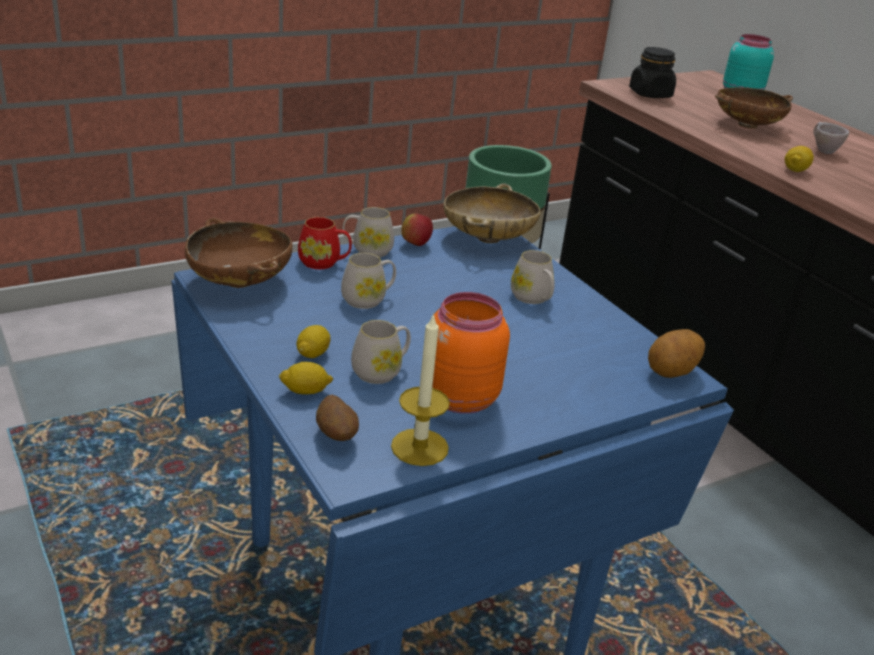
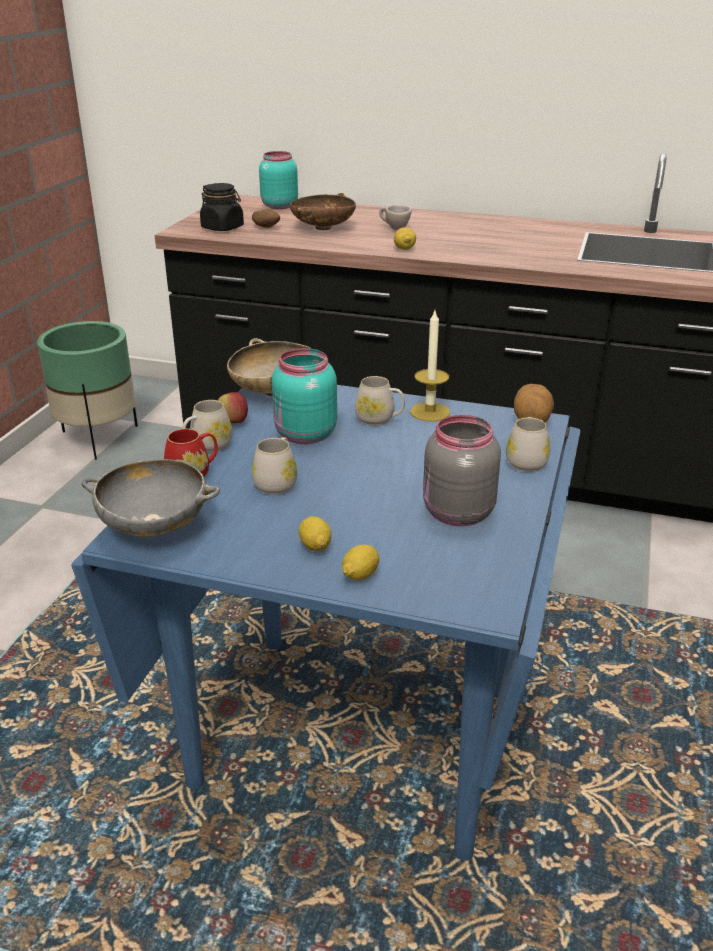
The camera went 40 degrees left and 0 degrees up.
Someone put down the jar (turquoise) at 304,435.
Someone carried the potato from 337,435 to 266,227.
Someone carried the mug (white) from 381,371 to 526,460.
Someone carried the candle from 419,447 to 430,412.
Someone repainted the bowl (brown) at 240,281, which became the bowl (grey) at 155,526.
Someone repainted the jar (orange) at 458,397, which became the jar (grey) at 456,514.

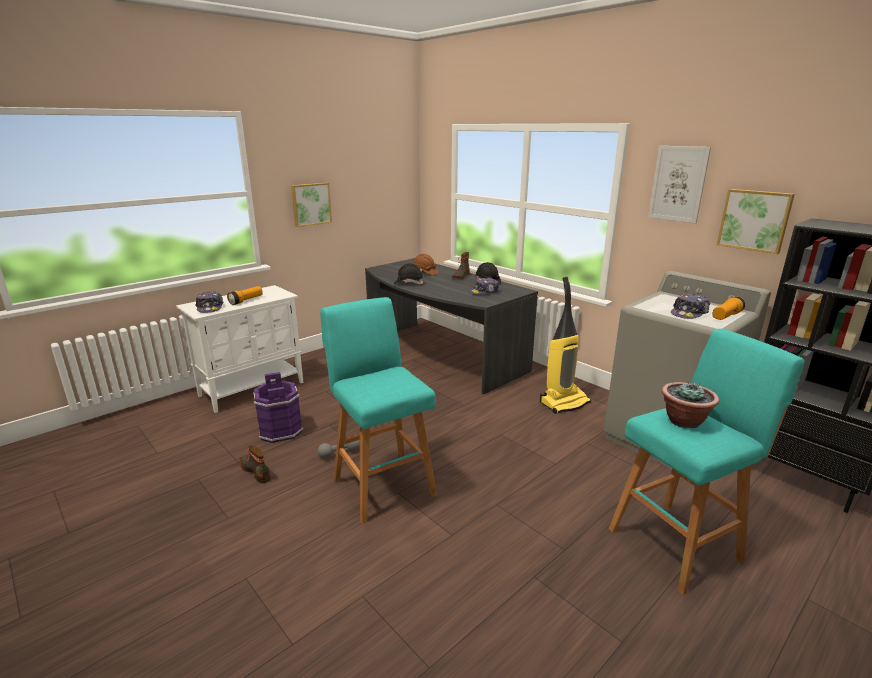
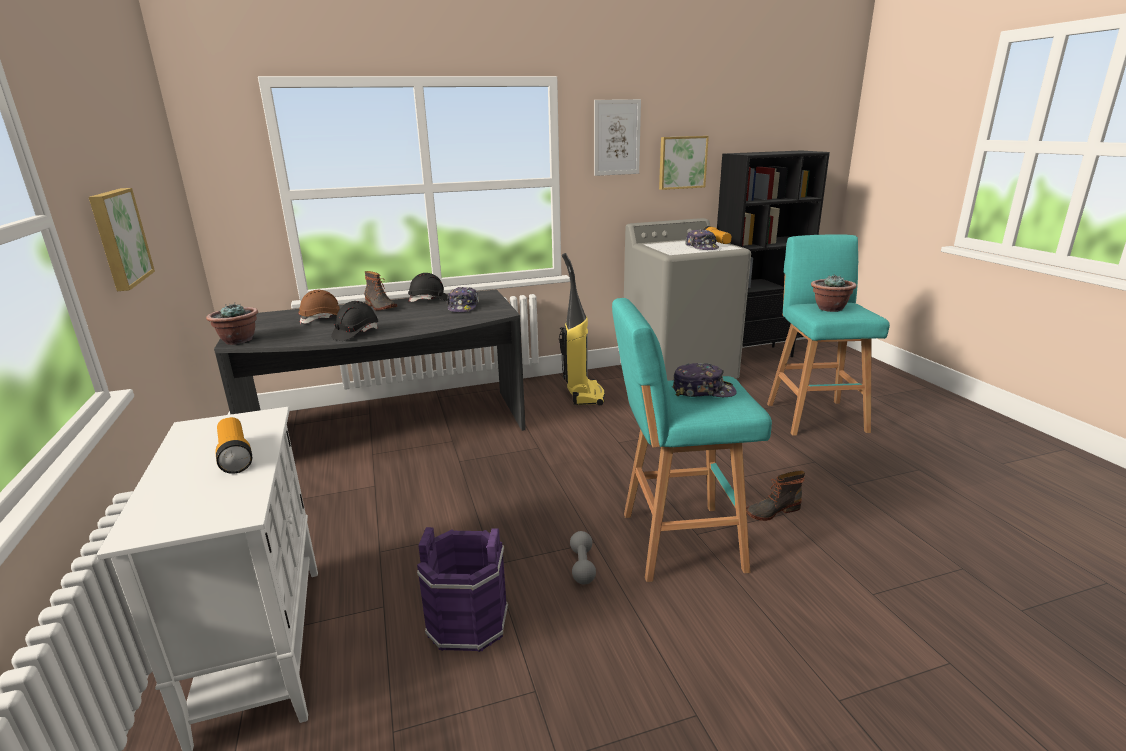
The camera went 65 degrees left and 0 degrees up.
Someone put down the potted plant at 238,340.
Someone carried the cap from 210,307 to 703,391.
Someone carried the boot from 256,470 to 772,511.

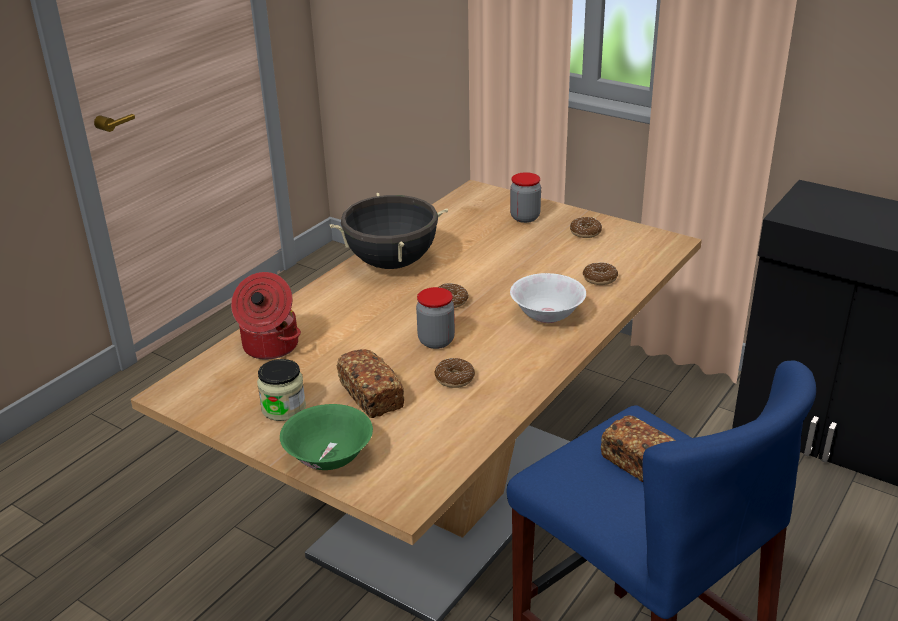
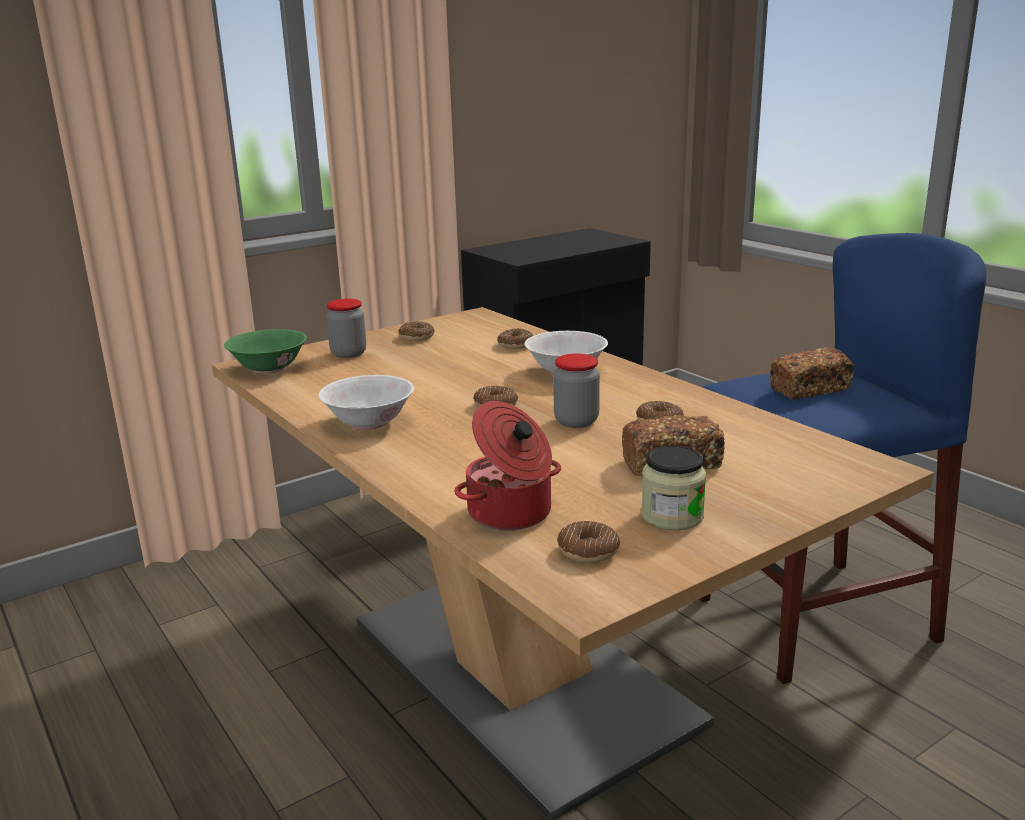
The camera went 70 degrees left and 10 degrees down.
Someone put down the donut at 588,551.
Someone carried the bowl (green) from 329,458 to 269,368.
Someone swapped the cooking pot (black) at 392,263 for the bowl (white) at 369,422.

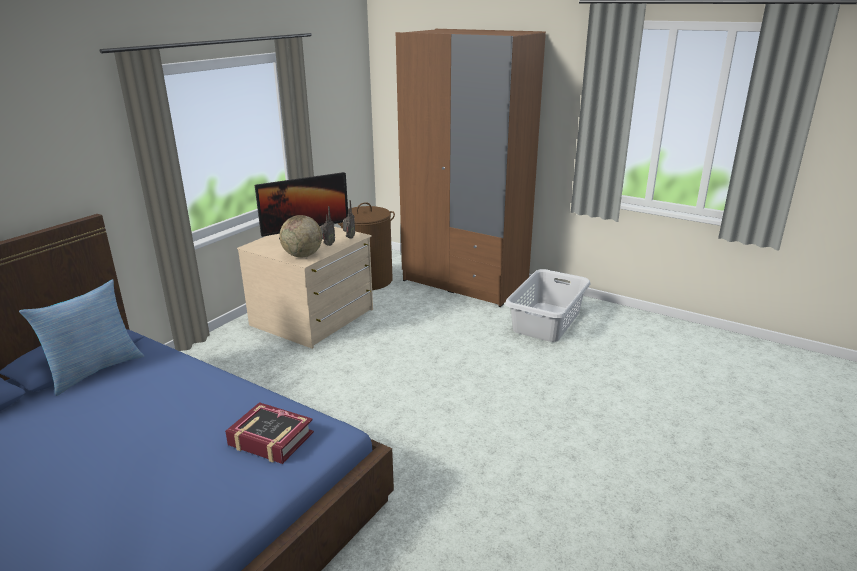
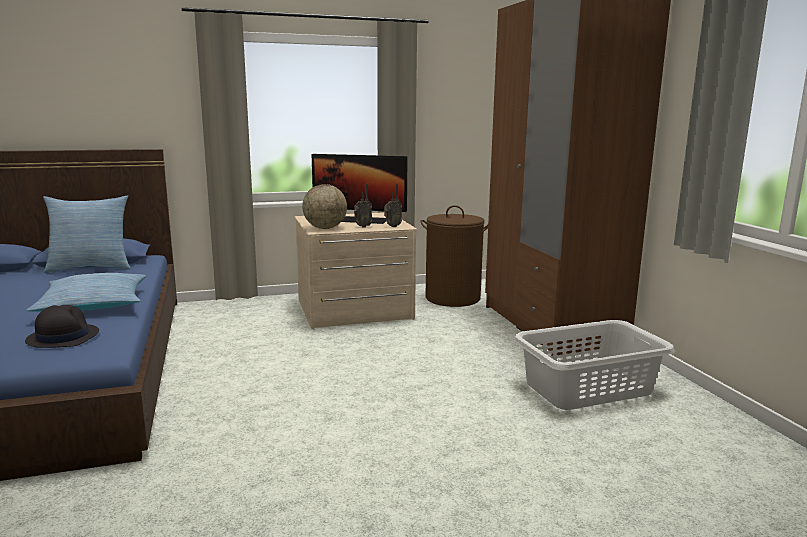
The camera went 40 degrees right and 10 degrees down.
Someone put down the pillow at 93,305.
Someone swapped the book at 270,439 for the hat (black) at 62,337.

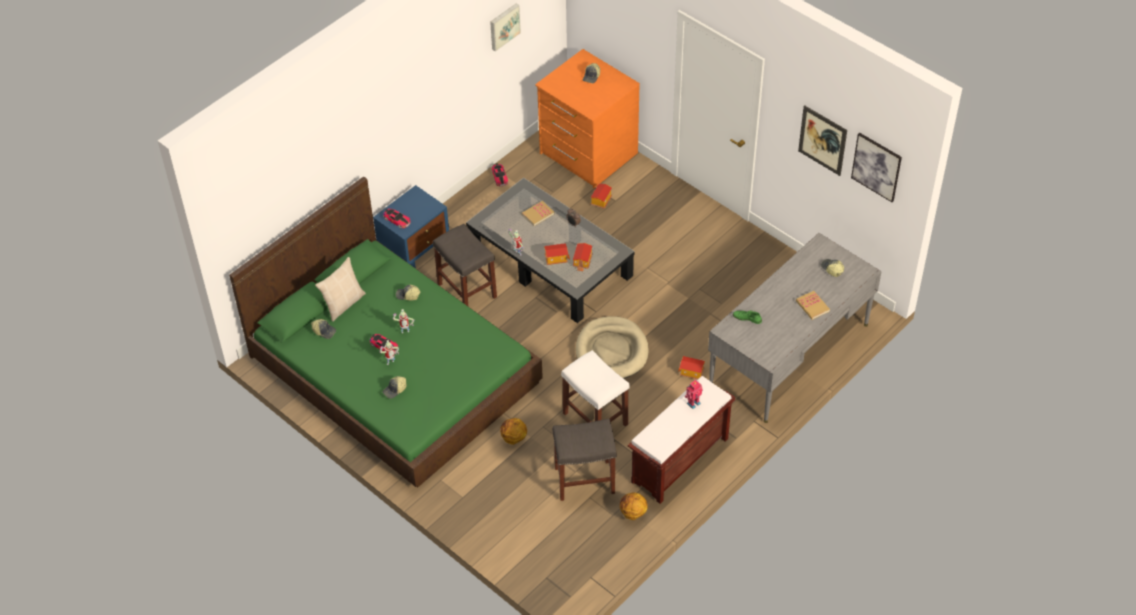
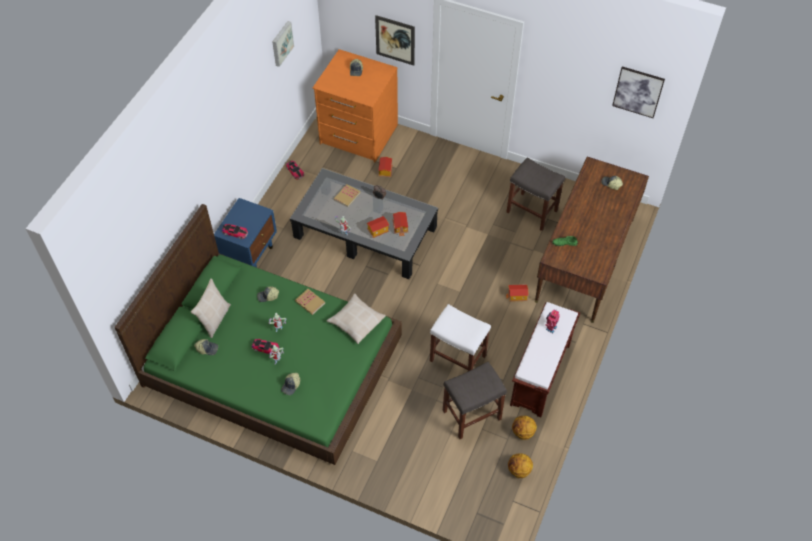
The camera went 20 degrees left and 5 degrees up.
Someone took away the dog bed (beige) at 612,351.
Someone put down the pillow (beige) at 356,321.
Someone carried the stool (grey) from 466,290 to 531,211.
Someone carried the basketball from 513,438 to 519,470.
Someone carried the book from 812,306 to 310,302.
Someone carried the picture from 822,140 to 395,40.
Someone repainted the desk (grey) at 789,354, which became the desk (brown) at 585,259.

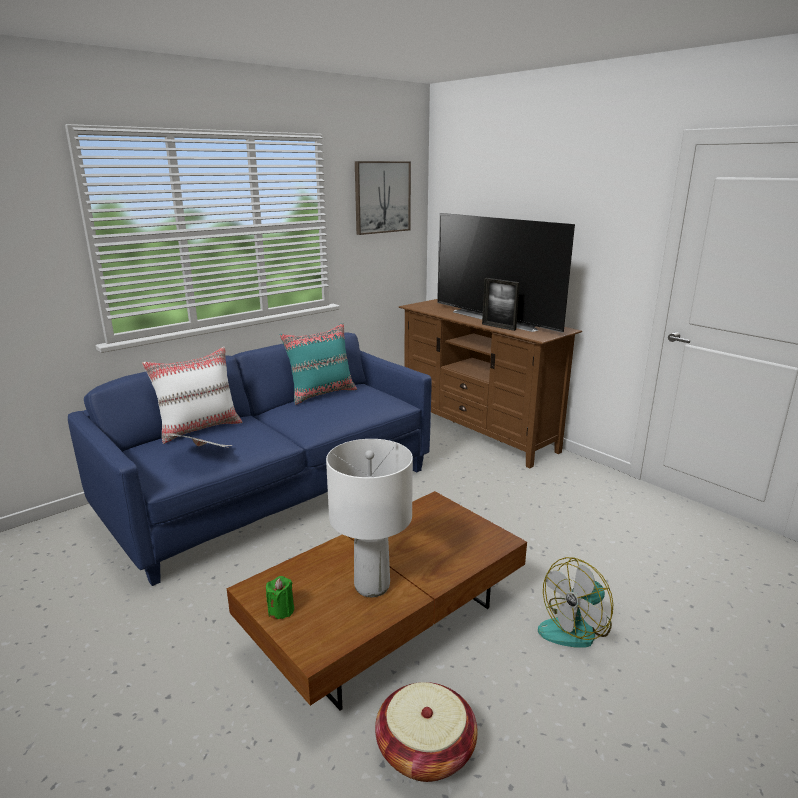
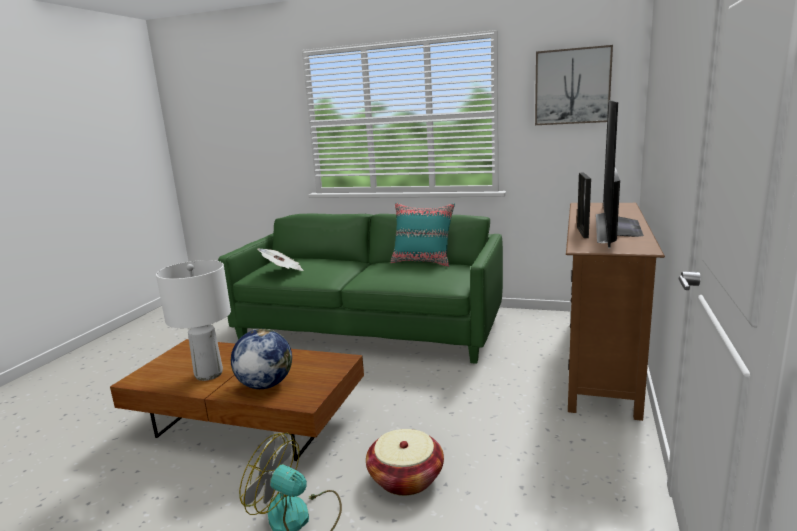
The camera went 60 degrees right and 5 degrees down.
Someone took away the pillow (white) at 199,428.
Someone took away the candle (green) at 281,610.
Someone put down the globe at 265,385.
Someone carried the basket from 425,750 to 406,478.
Someone repainted the sofa (blue) at 274,492, which became the sofa (green) at 370,329.

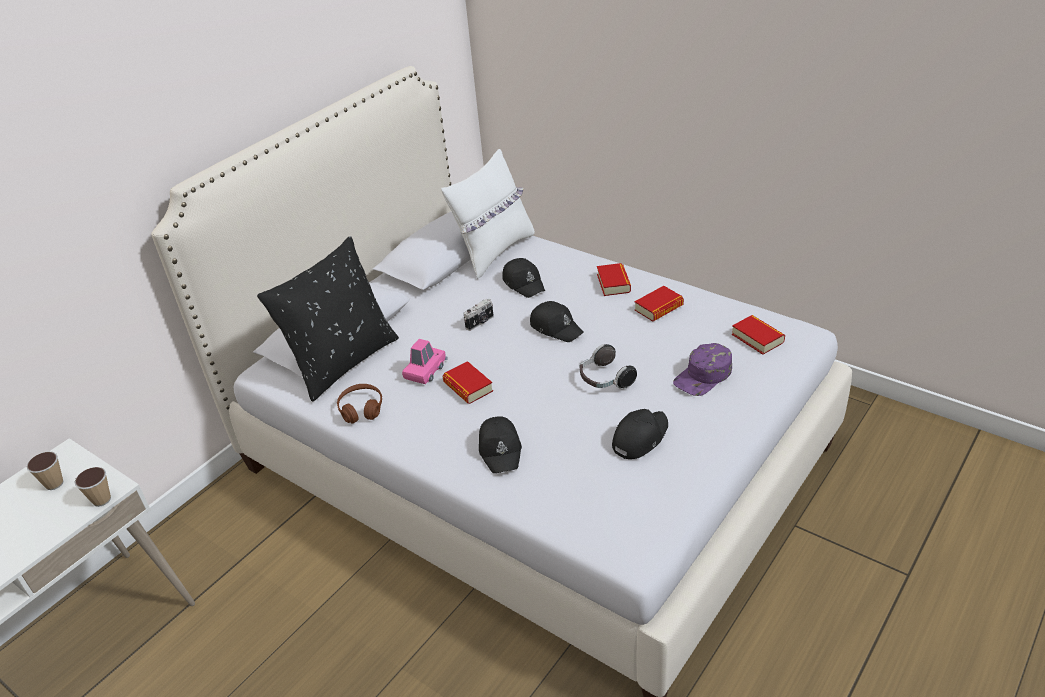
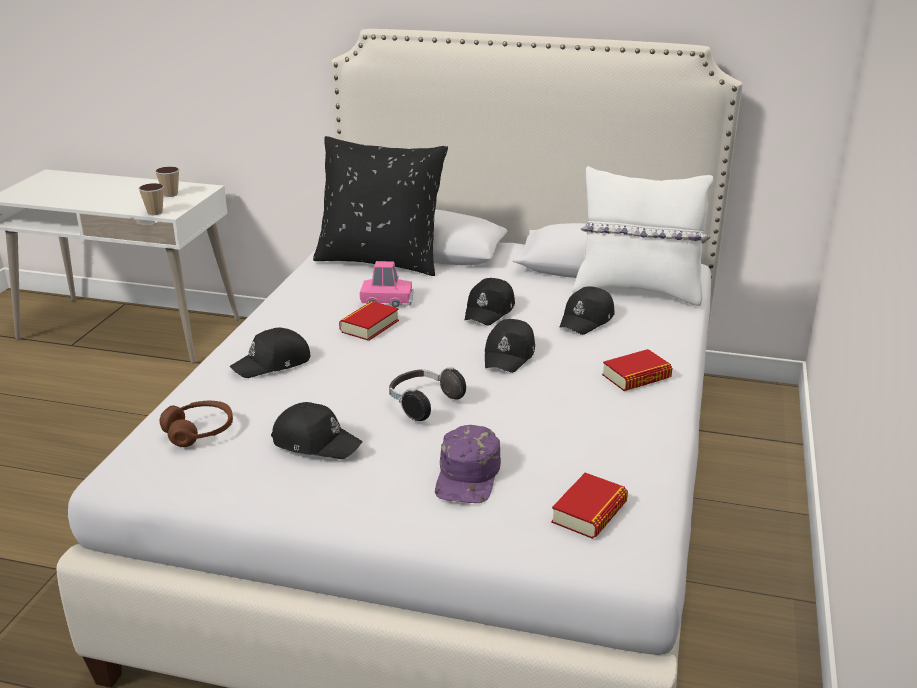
The camera went 65 degrees right and 10 degrees down.
Someone took away the book at 659,308.
Someone carried the headphones (brown) from 361,409 to 199,432.
Someone swapped the photo camera at 480,322 for the cap (black) at 490,311.
Someone rotated the cap (purple) at 703,376 by 105 degrees counterclockwise.

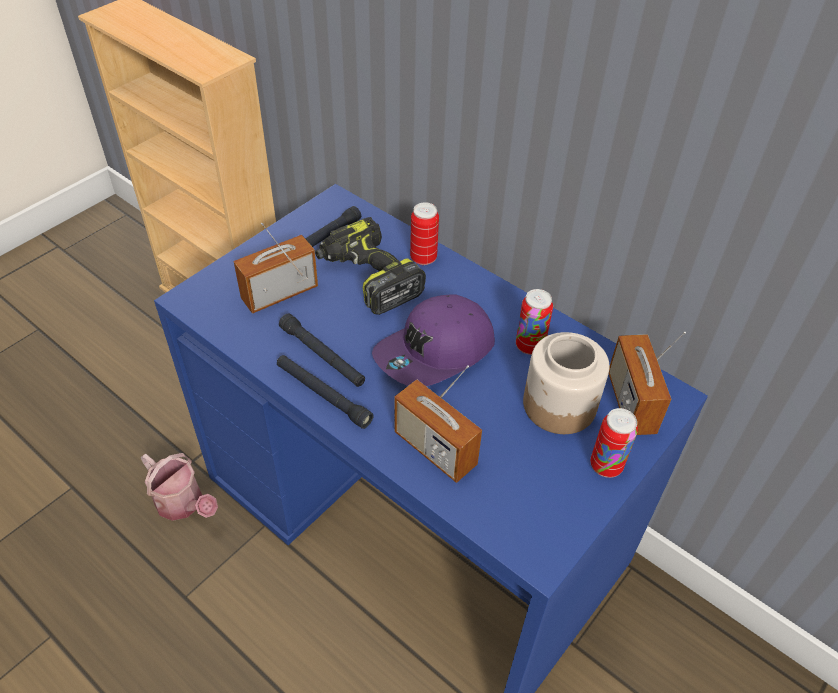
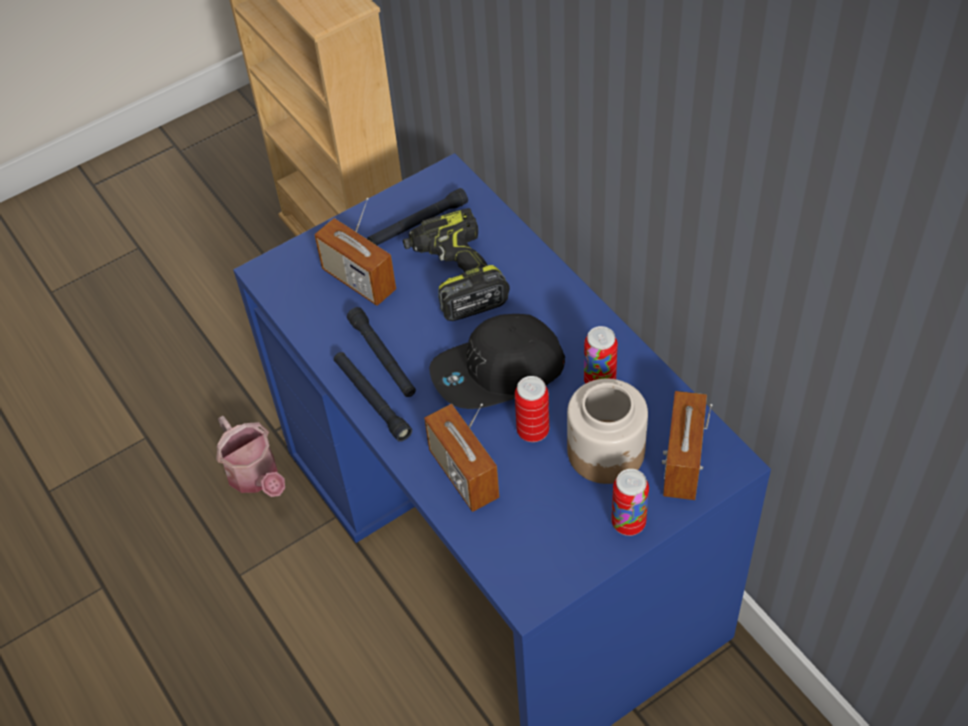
The camera went 20 degrees right and 5 degrees up.
Someone carried the can from 423,258 to 533,431.
Someone repainted the cap (purple) at 435,353, which became the cap (black) at 498,373.
Someone rotated the radio at 279,293 by 120 degrees counterclockwise.

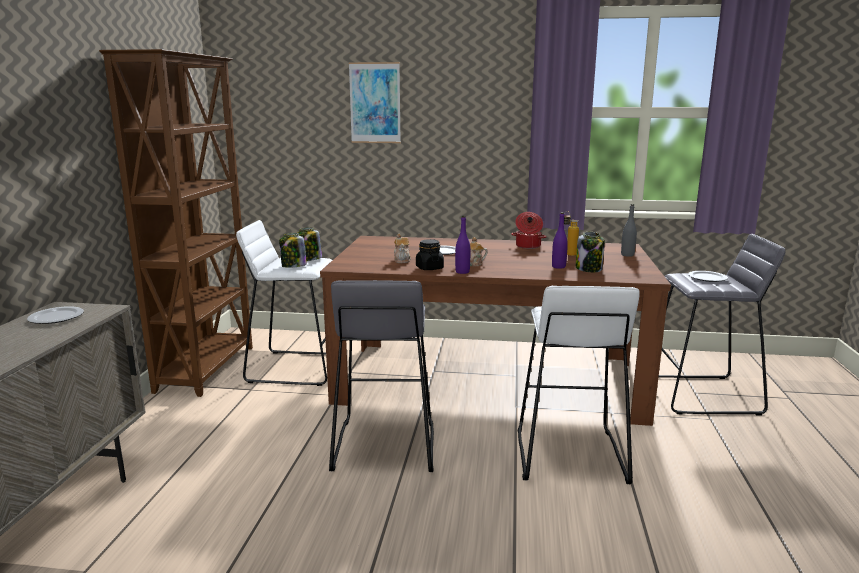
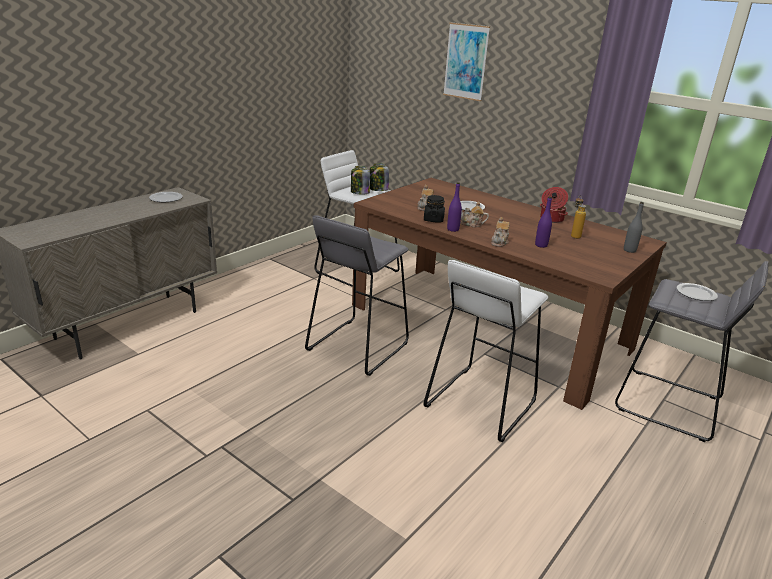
The camera went 30 degrees right and 10 degrees up.
Someone took away the bookcase (brown) at 208,368.
Someone took away the jar at 589,269.
Someone put down the teapot at 499,242.

